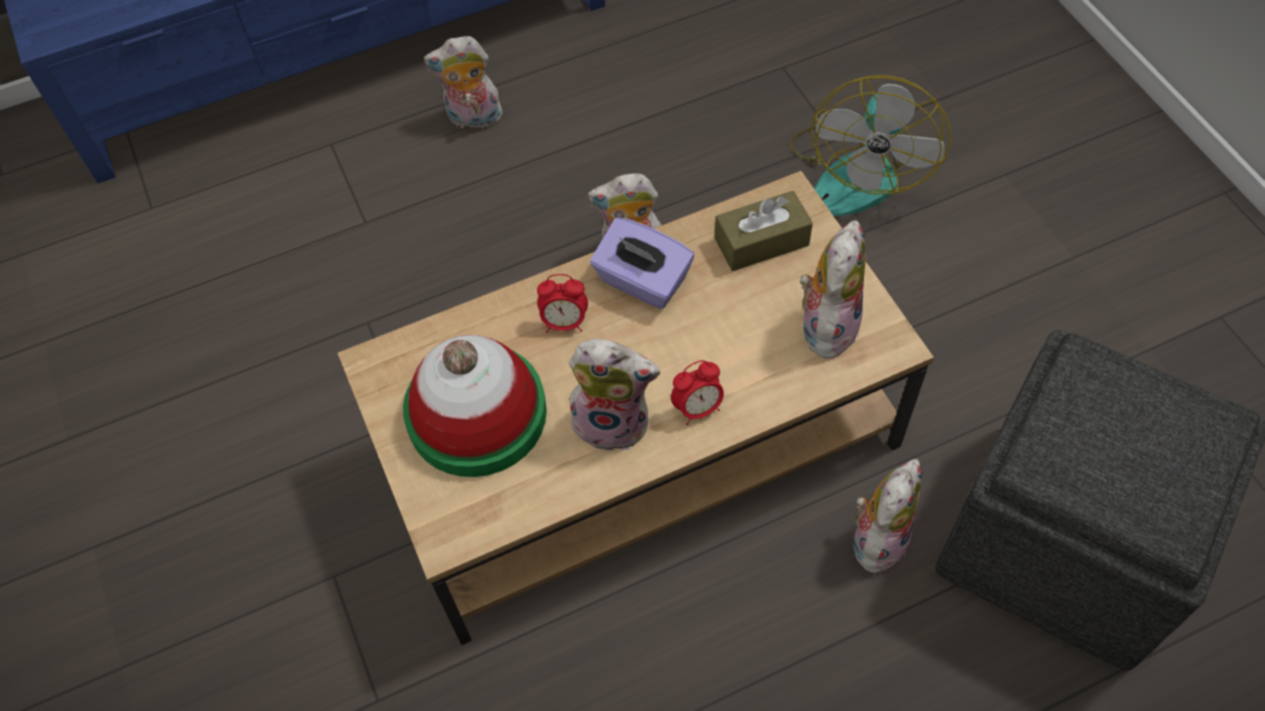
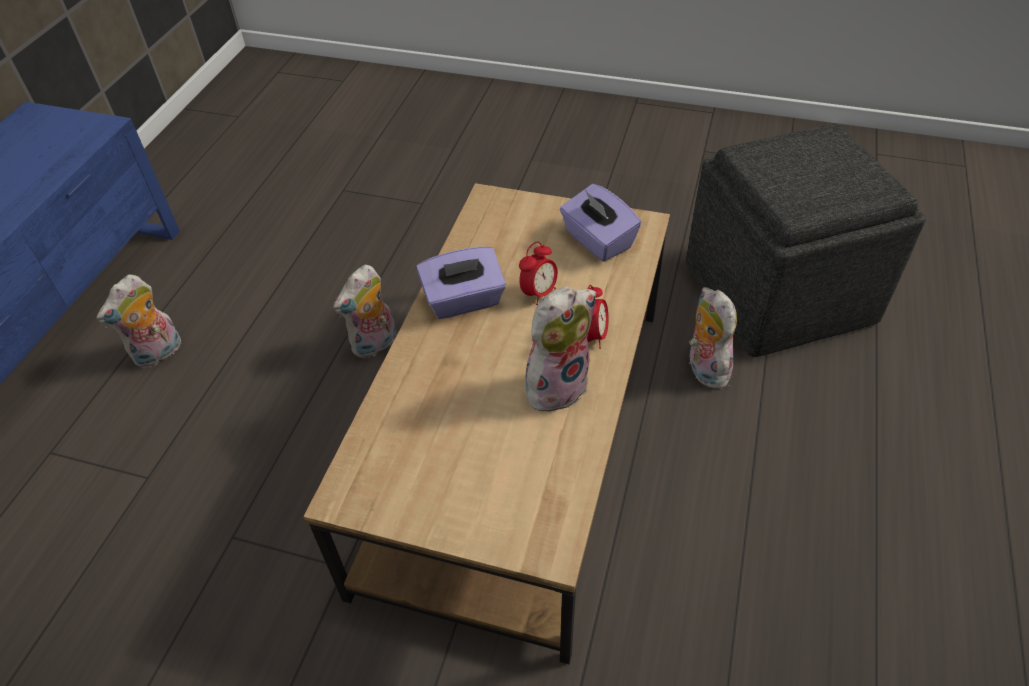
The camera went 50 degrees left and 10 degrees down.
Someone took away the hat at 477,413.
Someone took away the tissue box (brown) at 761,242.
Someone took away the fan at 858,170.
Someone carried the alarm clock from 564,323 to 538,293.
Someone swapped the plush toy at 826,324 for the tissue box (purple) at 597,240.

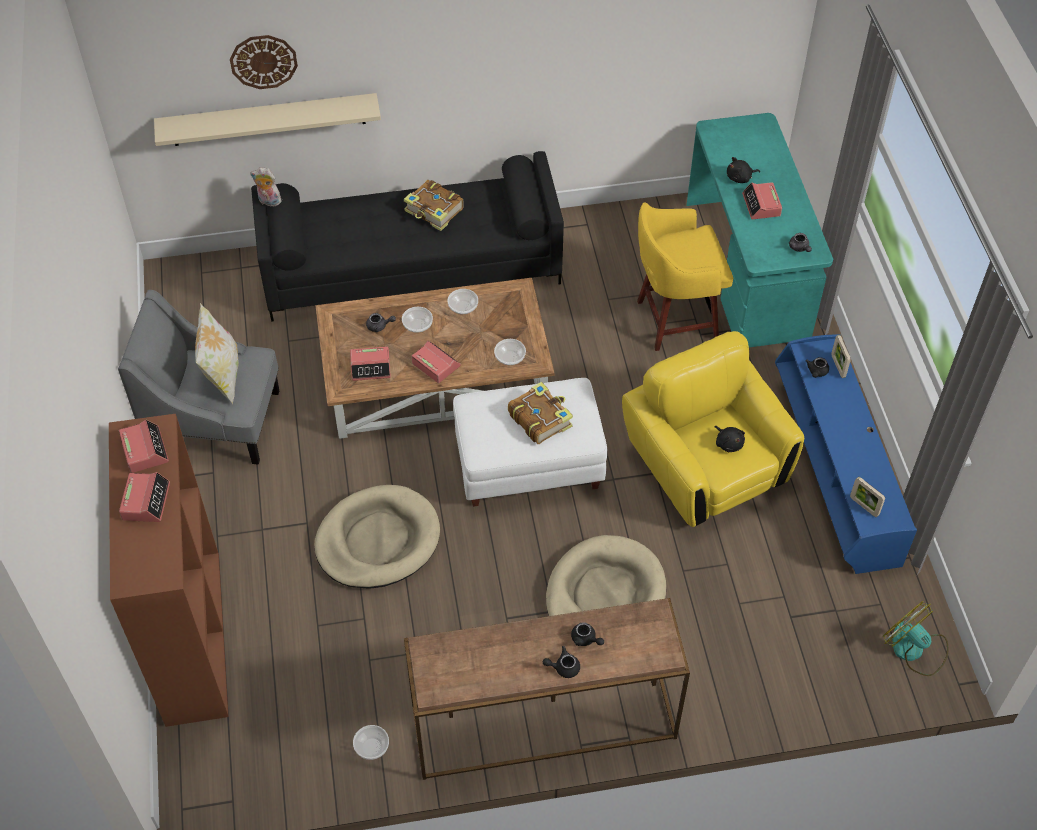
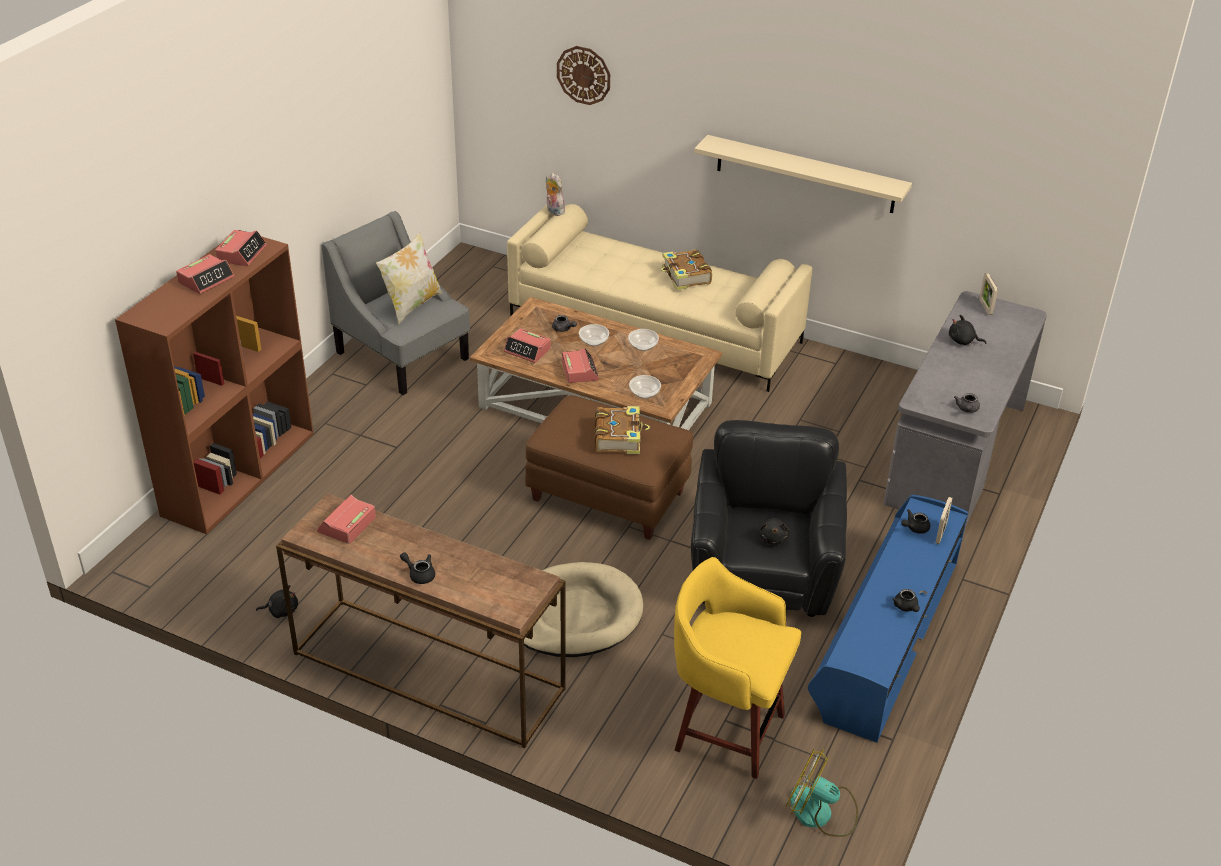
The camera went 35 degrees right and 15 degrees down.
Someone took away the dog bed (beige) at 377,540.
Someone carried the shelf (beige) from 268,119 to 805,174.
Someone carried the teapot (black) from 585,639 to 906,607.
Someone carried the stool (yellow) from 674,320 to 725,731.
Someone carried the alarm clock from 761,205 to 347,525.
Someone carried the picture frame from 864,506 to 985,307.
Someone swapped the bowl at 371,747 for the plush toy (black) at 281,610.
Someone repainted the sofa (black) at 412,266, which became the sofa (beige) at 656,328.
Someone repainted the ottoman (white) at 529,466, which became the ottoman (brown) at 608,497.
Someone repainted the armchair (yellow) at 705,466, which became the armchair (black) at 763,572.
Someone repainted the desk (turquoise) at 748,268, which became the desk (grey) at 956,454.
Someone rotated the fan at 914,649 by 60 degrees counterclockwise.

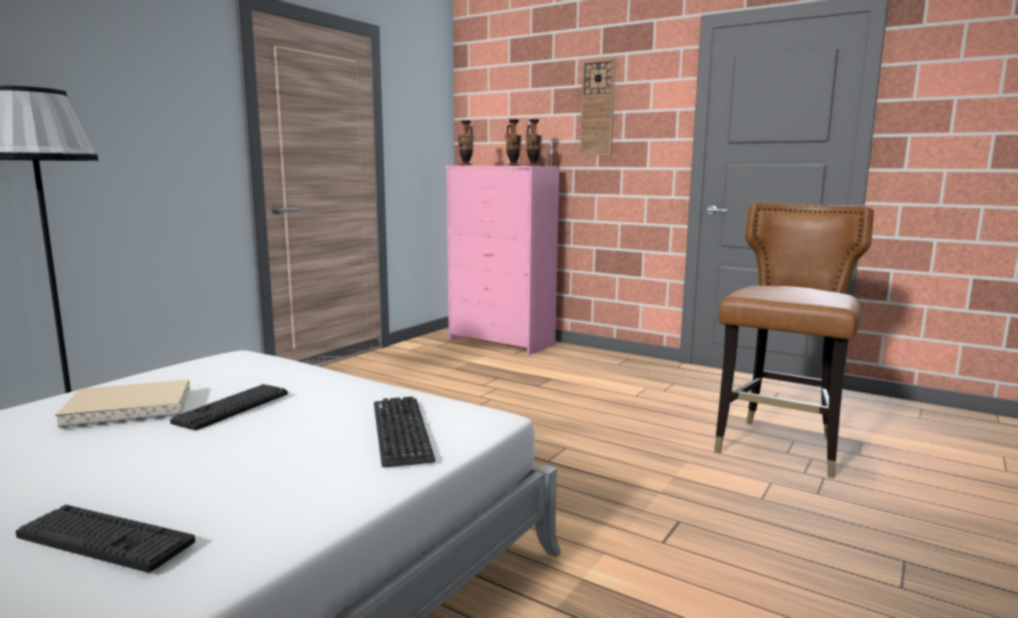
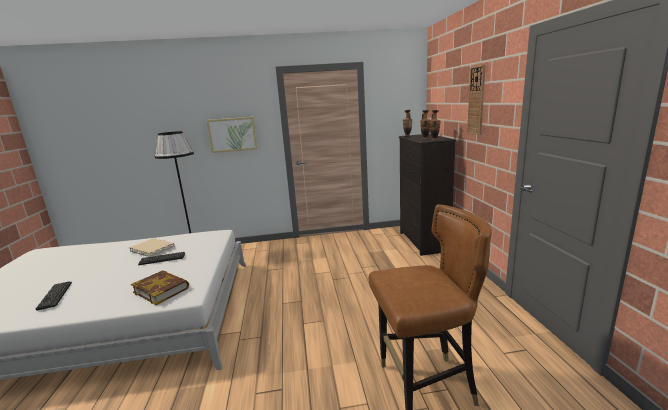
The camera went 50 degrees right and 5 degrees up.
Someone put up the picture at 232,134.
Someone swapped the keyboard at 401,431 for the book at 161,290.
Someone repainted the dresser (pink) at 501,342, which became the dresser (black) at 423,242.

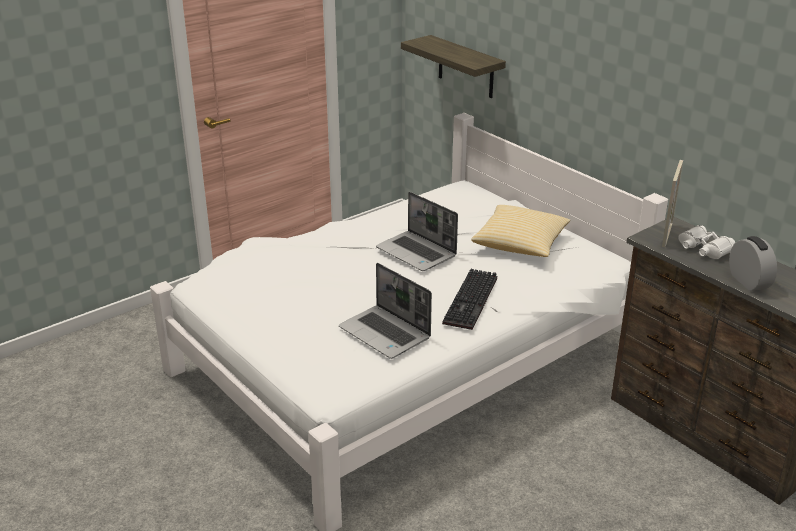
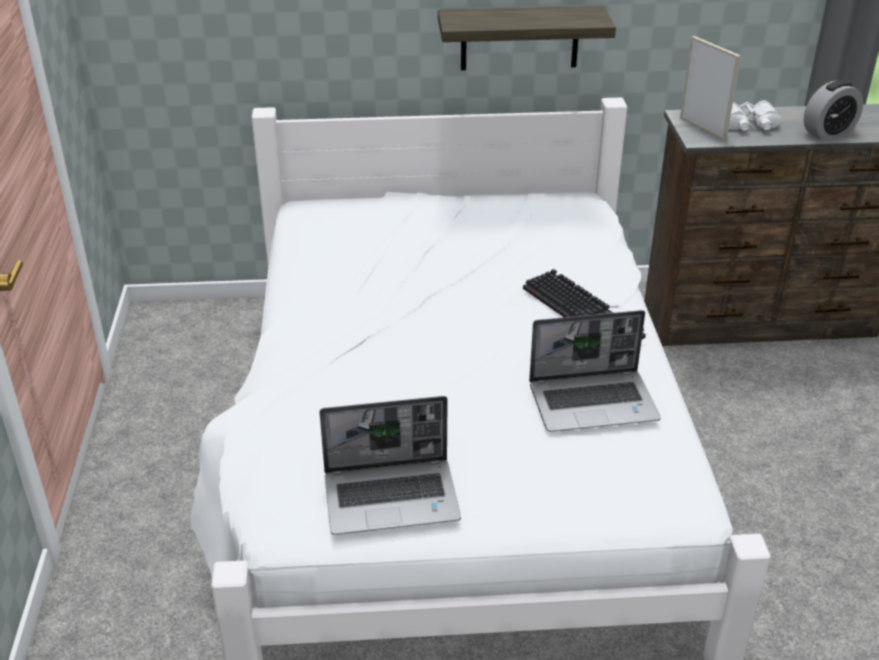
The camera went 55 degrees left and 5 degrees up.
Someone took away the pillow at 520,244.
Someone carried the laptop from 417,252 to 393,497.
Someone carried the shelf from 466,67 to 519,38.
Someone rotated the alarm clock at 748,281 by 135 degrees clockwise.

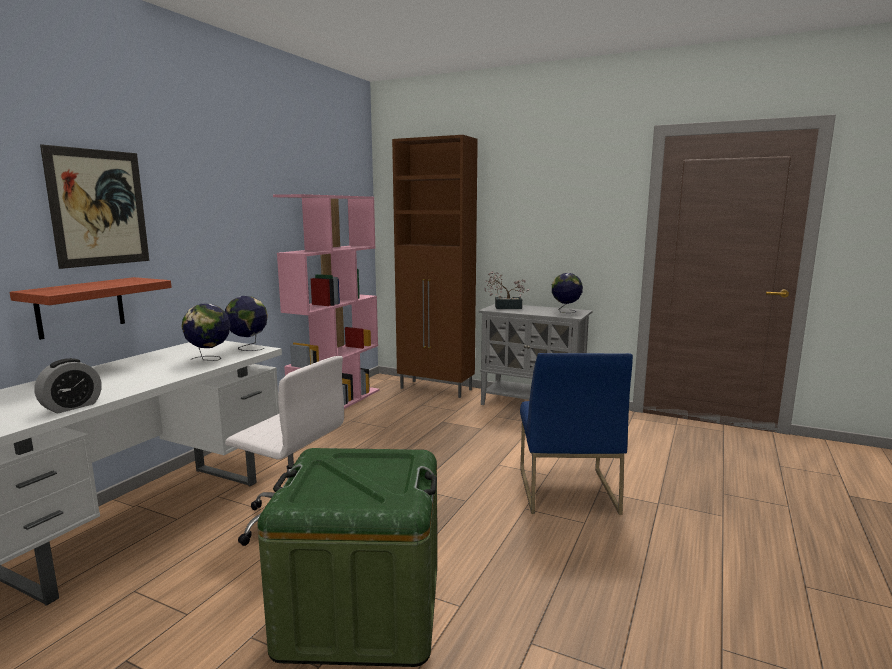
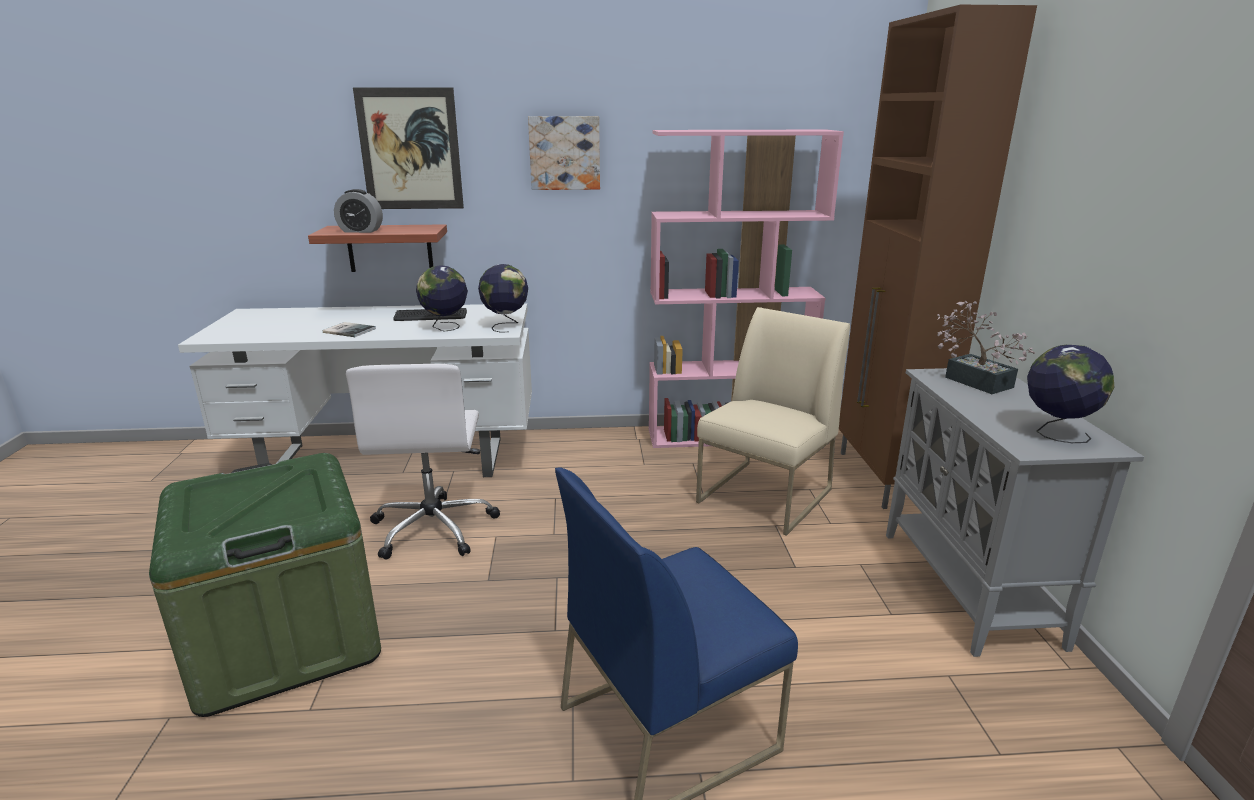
The camera went 60 degrees right and 10 degrees up.
Someone put down the book at 349,330.
Someone put down the keyboard at 430,316.
Someone put up the picture at 564,153.
Someone put down the chair (beige) at 765,497.
Someone carried the alarm clock from 72,407 to 360,231.

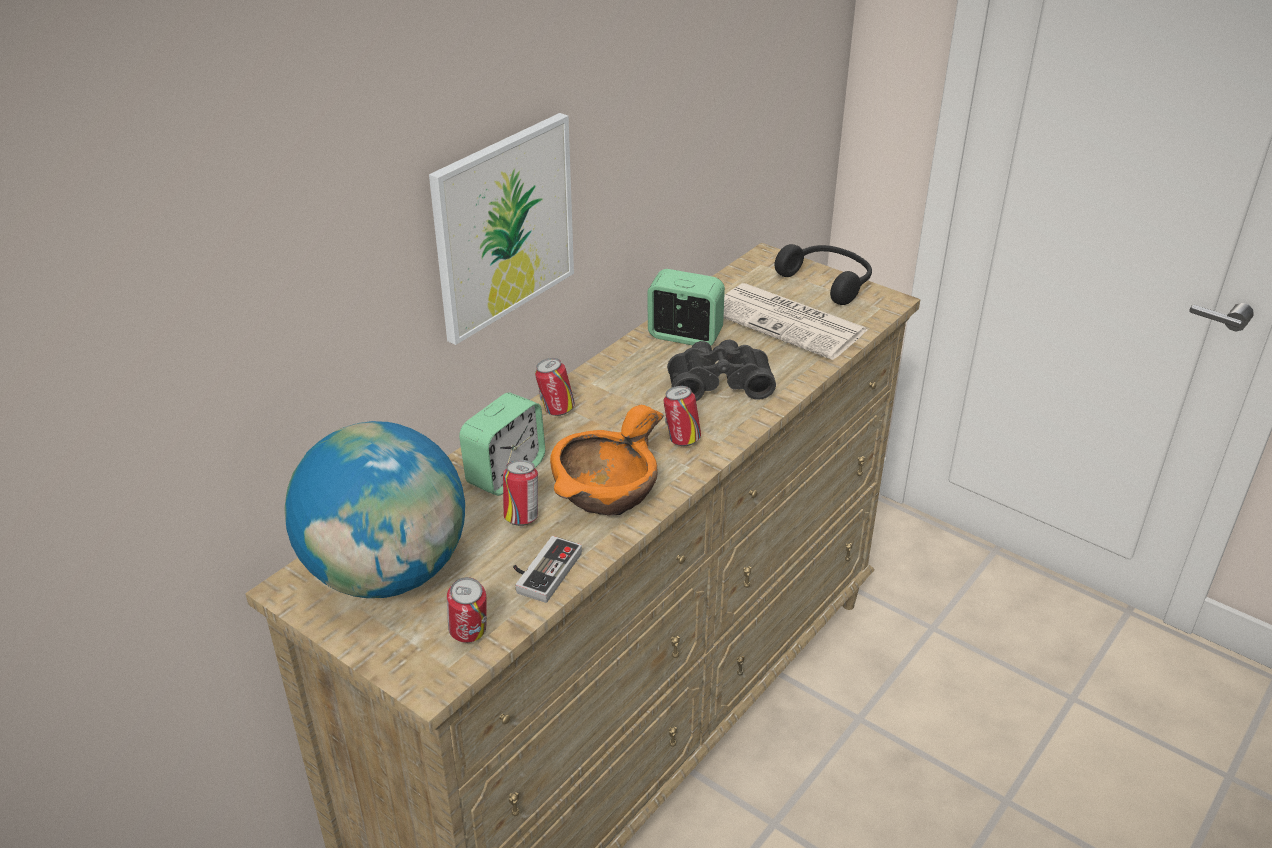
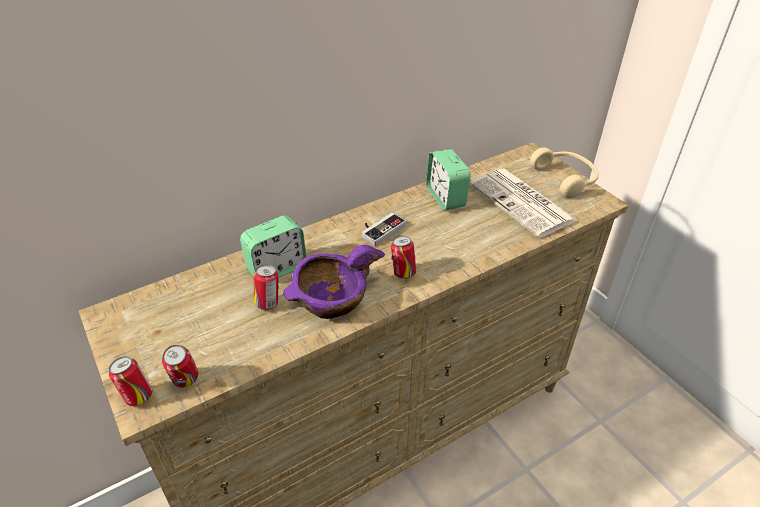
The camera went 20 degrees right and 5 degrees up.
Someone took away the globe at 387,573.
Someone took away the picture at 503,226.
Someone took away the binoculars (black) at 718,382.
Someone carried the game controller from 542,570 to 380,229.
Someone carried the can from 556,410 to 137,397.
Someone repainted the bowl (orange) at 606,493, which became the bowl (purple) at 331,300.
Someone repainted the headphones (black) at 828,281, which became the headphones (beige) at 566,179.
Someone rotated the alarm clock at 684,336 by 150 degrees counterclockwise.

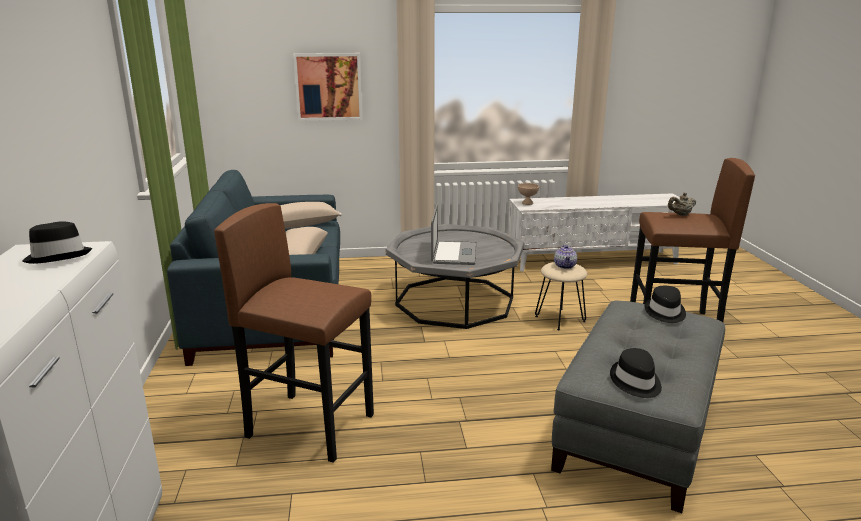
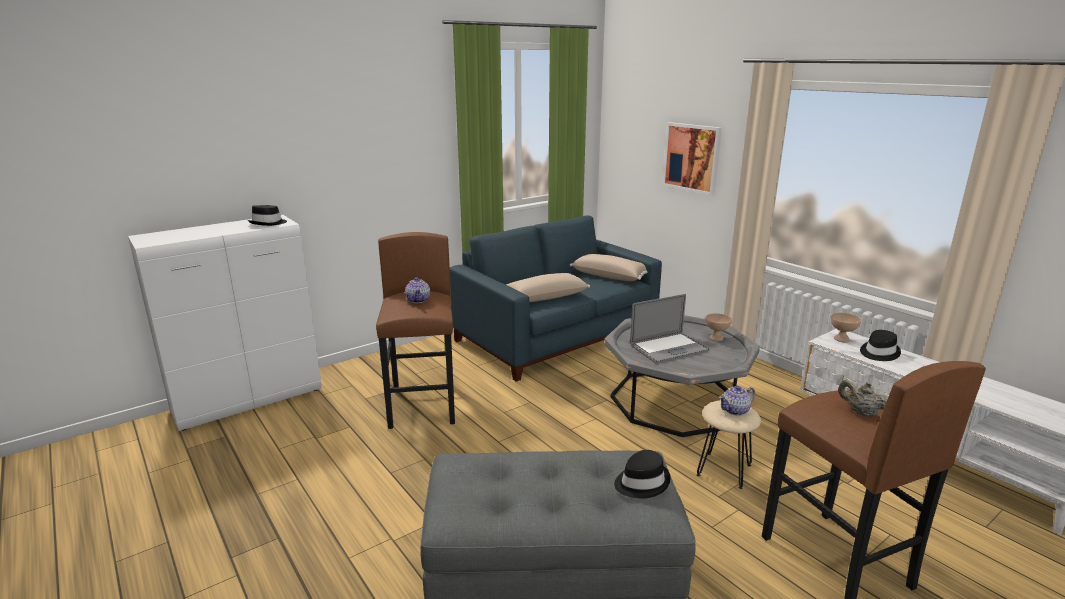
The camera went 60 degrees right and 0 degrees up.
Someone put down the teapot at 418,300.
Someone put down the bowl (beige) at 716,338.
Someone carried the hat (black) from 635,382 to 878,352.

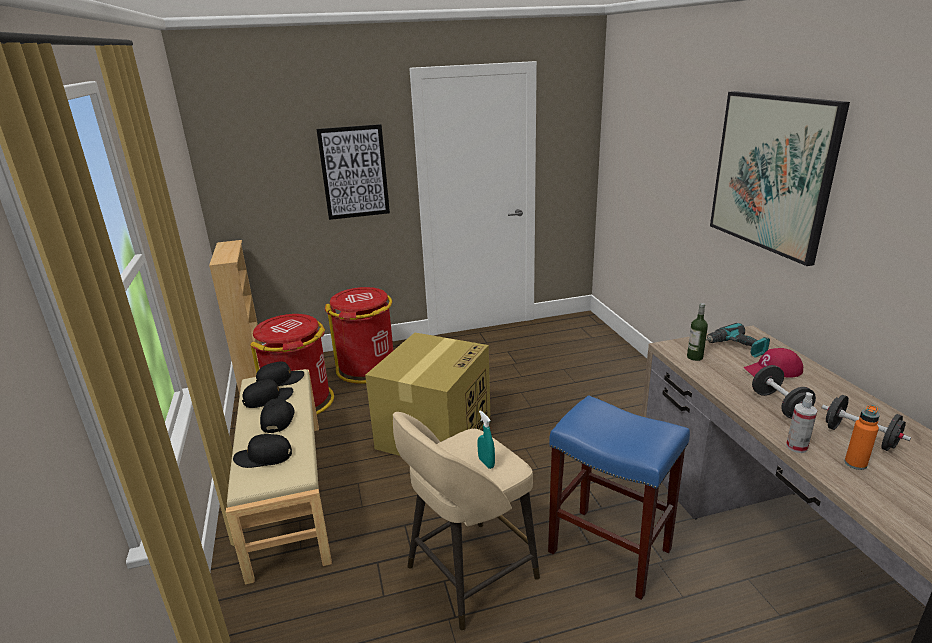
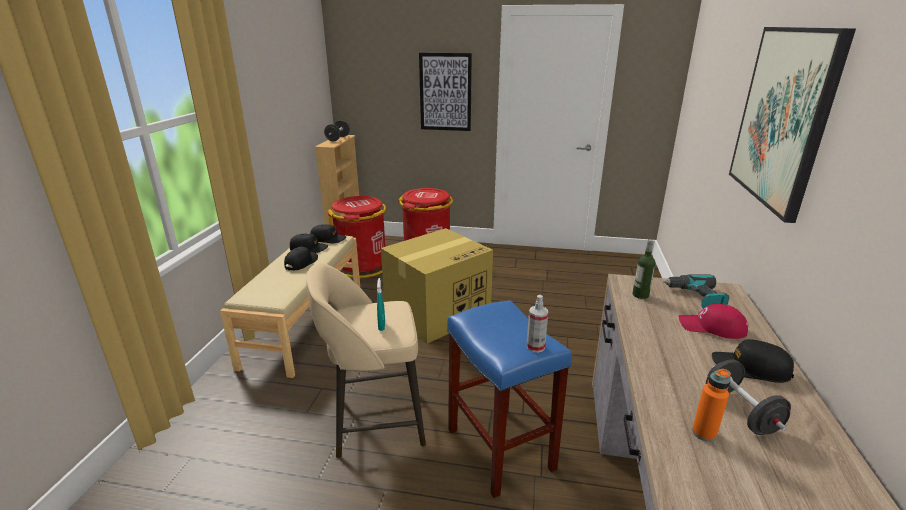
The camera went 25 degrees right and 0 degrees up.
Someone carried the cap (black) from 263,457 to 750,368.
Someone carried the dumbbell (black) from 779,405 to 337,139.
Someone carried the spray bottle from 796,447 to 535,347.

